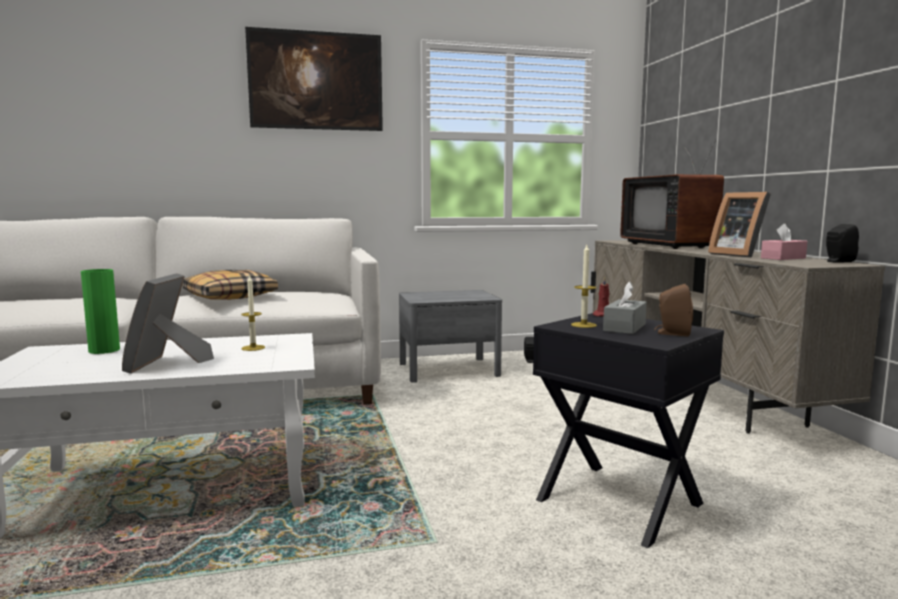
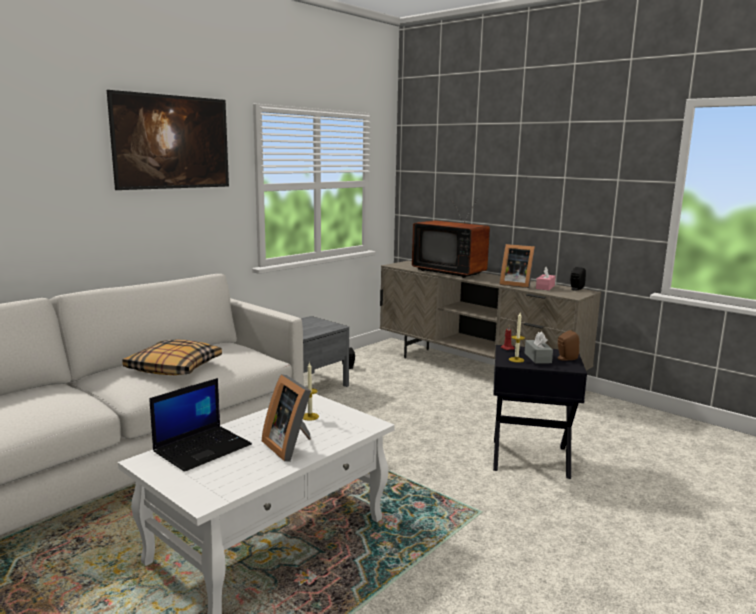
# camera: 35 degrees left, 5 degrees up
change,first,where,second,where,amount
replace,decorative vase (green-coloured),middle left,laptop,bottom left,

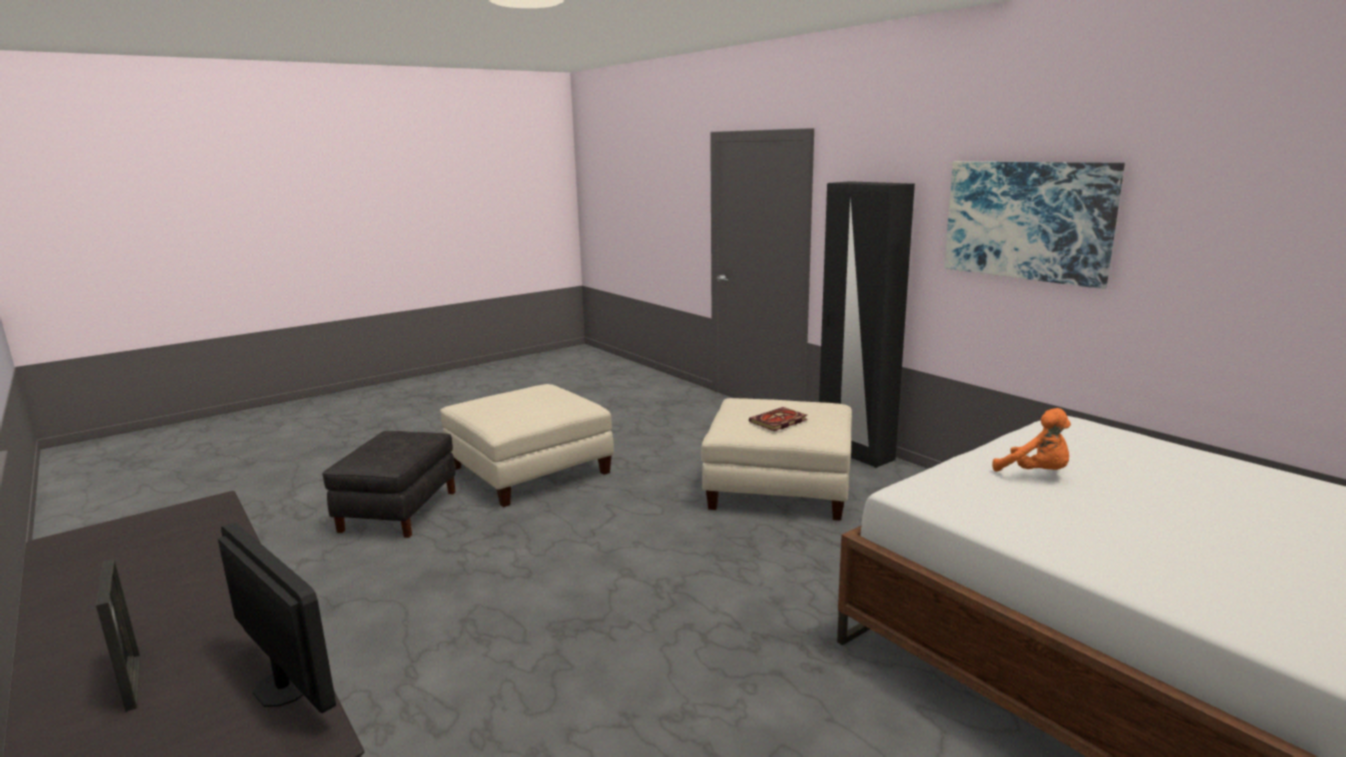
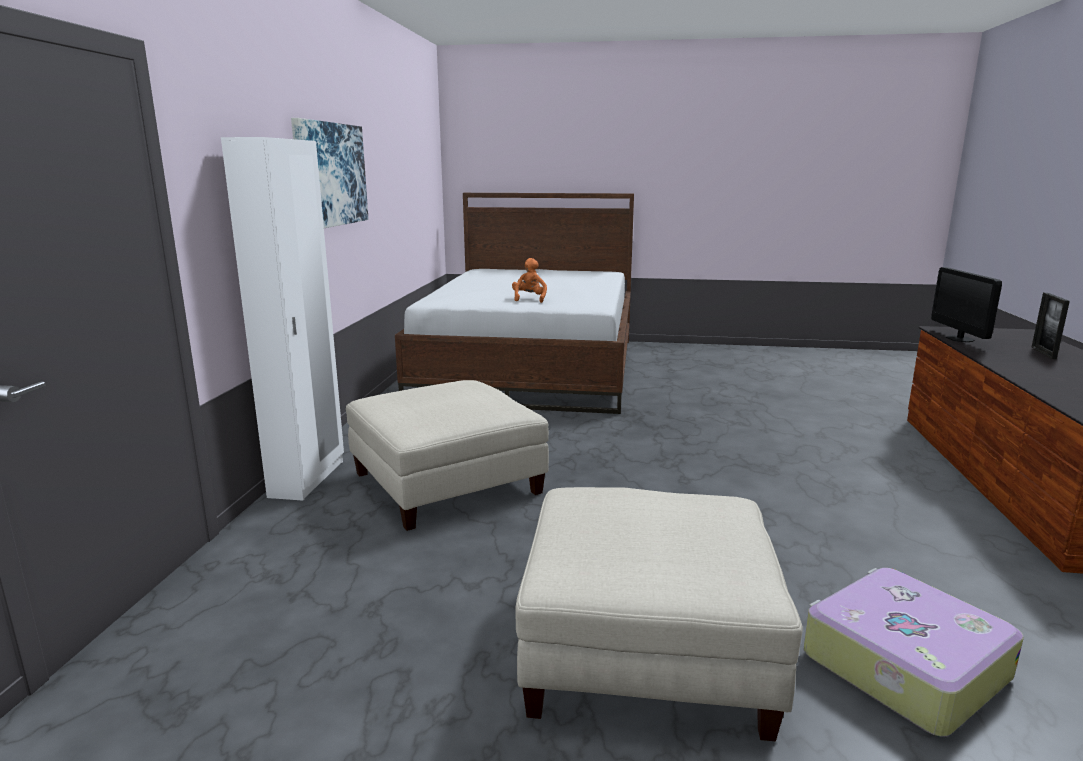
# camera: 135 degrees left, 0 degrees up
change,first,where,second,where,amount
recolor,wardrobe (black-coloured),centre,wardrobe (whitish),middle left,
replace,footrest (black-coloured),middle left,piece of luggage,bottom right,
delete,bound book,centre,,,

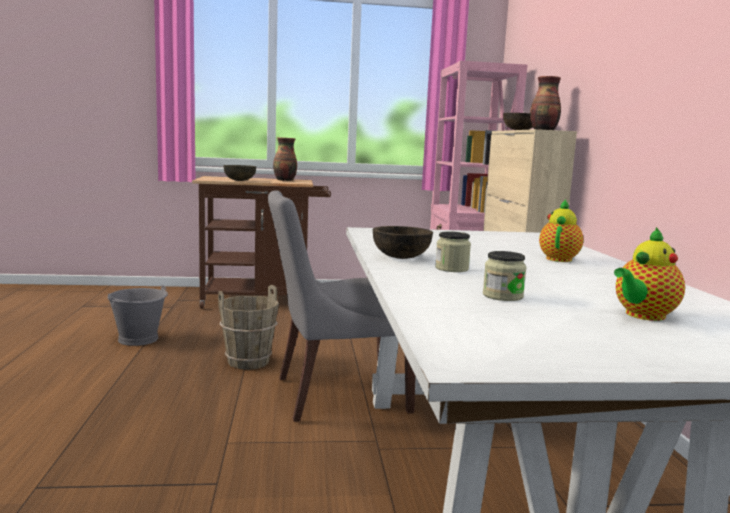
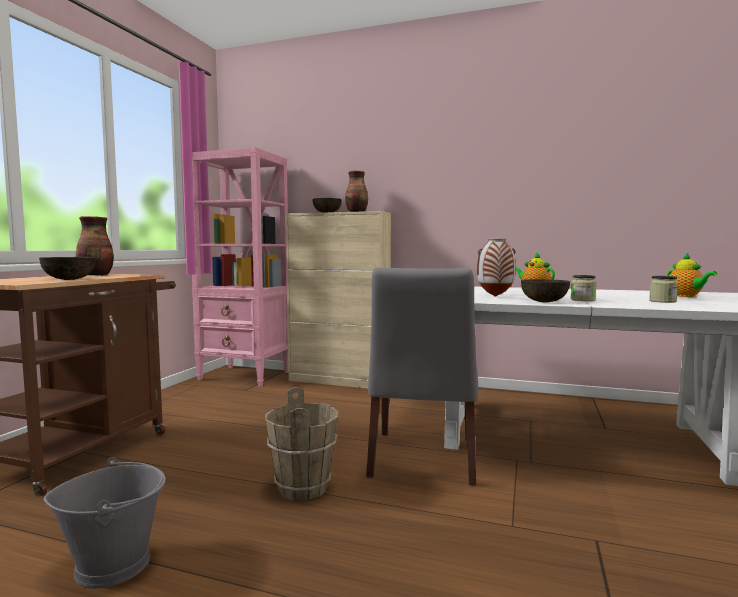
# camera: 65 degrees left, 5 degrees down
change,first,where,second,where,amount
insert,,,decorative vase (3rd from left),middle right,

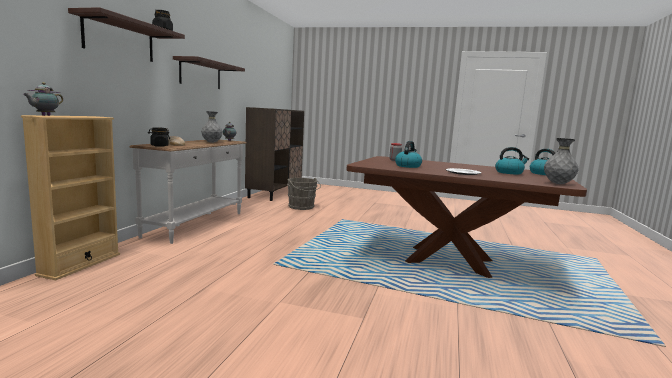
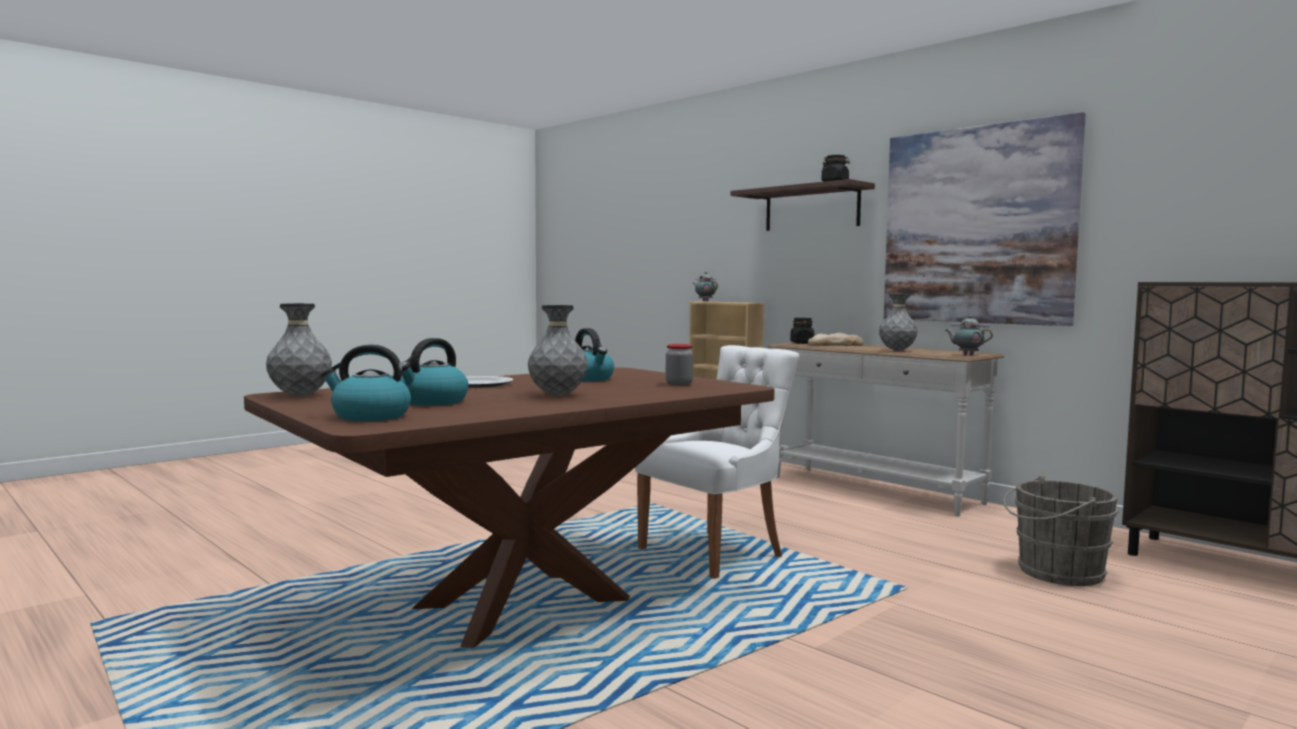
# camera: 120 degrees right, 5 degrees down
change,first,where,second,where,amount
insert,,,decorative vase (greyish) (2nd from left),centre,
insert,,,chair (whitish),centre,
replace,shelf (2nd from left),top left,wall picture,top right,

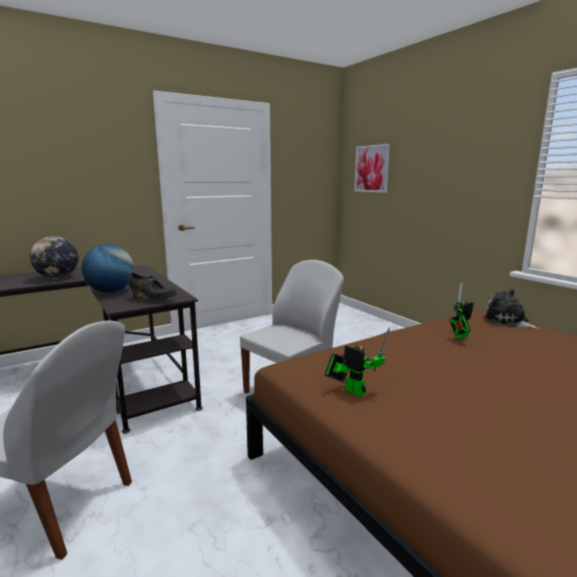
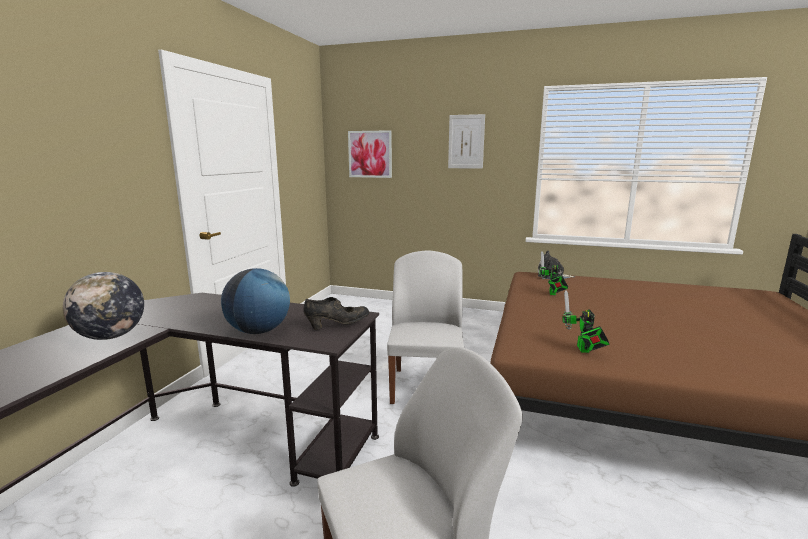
# camera: 40 degrees left, 0 degrees up
change,first,where,second,where,amount
insert,,,wall picture (2nd from left),top centre,
rotate,toy robot (1st from left in the first image),centre,toy robot (2nd from left),middle right,90 degrees counterclockwise

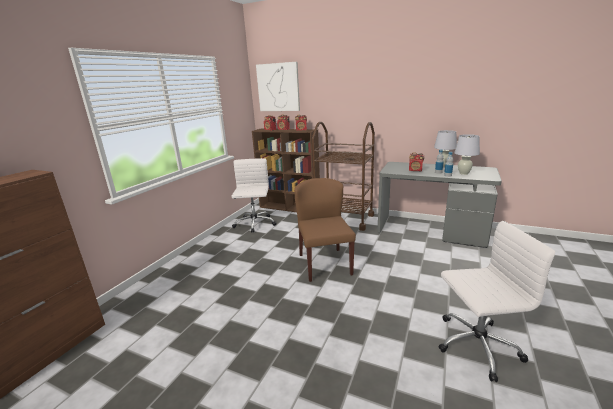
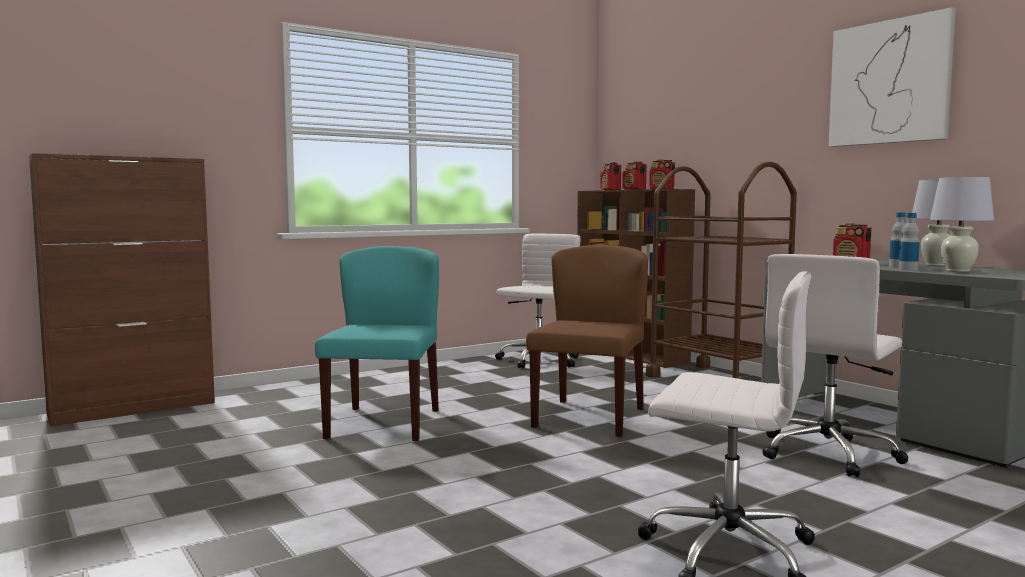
# camera: 30 degrees right, 15 degrees down
change,first,where,second,where,amount
insert,,,chair (turquoise),centre,
insert,,,desk chair (whitish) (3rd from left),middle right,
move,wall picture,top centre,,top right,

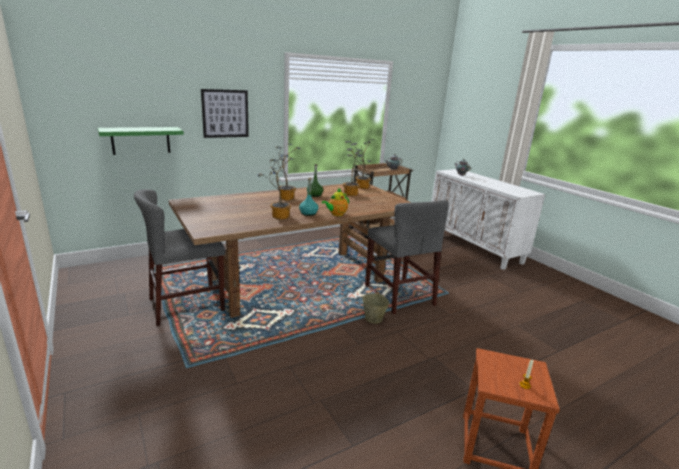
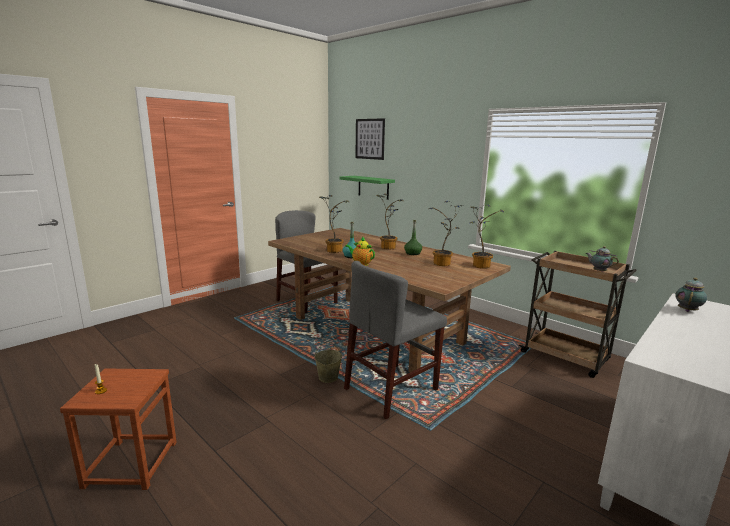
# camera: 75 degrees right, 5 degrees down
change,first,where,second,where,amount
move,wall picture,top left,,top centre,

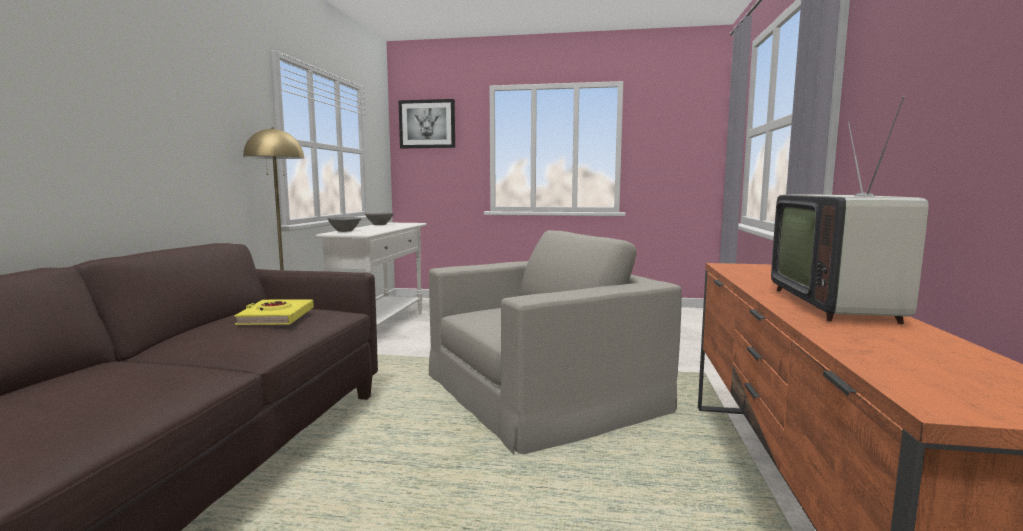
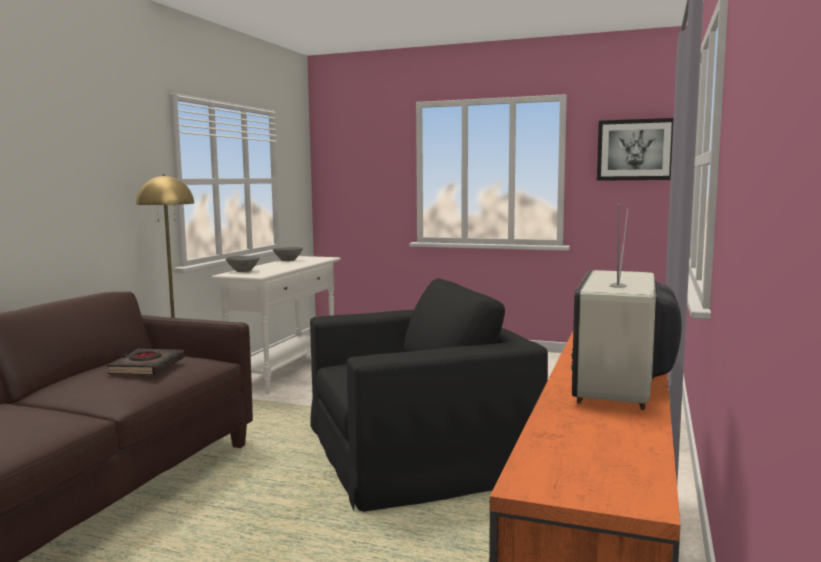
# camera: 10 degrees right, 0 degrees up
change,first,where,second,where,amount
recolor,bound book (yellow),middle left,bound book (black-coloured),middle left,
recolor,easy chair (sand-coloured),centre,easy chair (black-coloured),bottom centre,
move,wall picture,top centre,,top right,

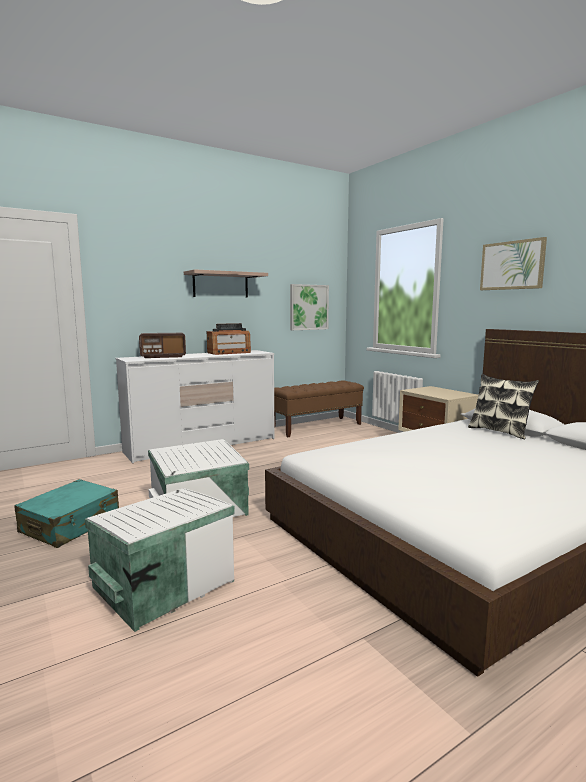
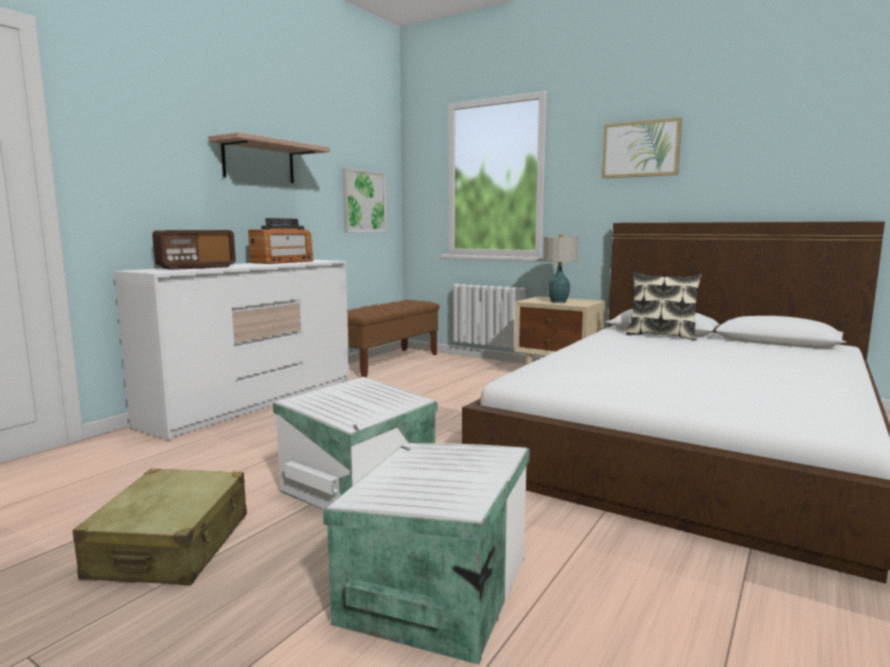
# camera: 25 degrees left, 0 degrees up
change,first,where,second,where,amount
recolor,piece of luggage (turquoise),middle left,piece of luggage (sand-coloured),bottom left,
insert,,,tabletop lamp,centre,

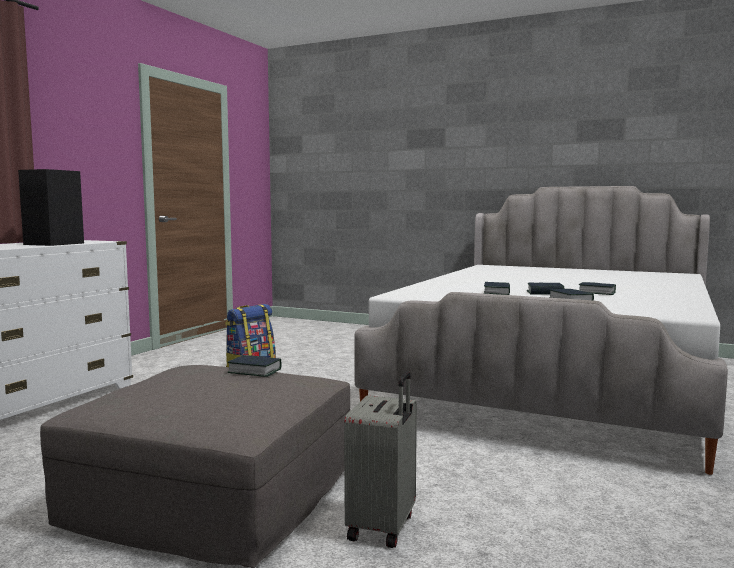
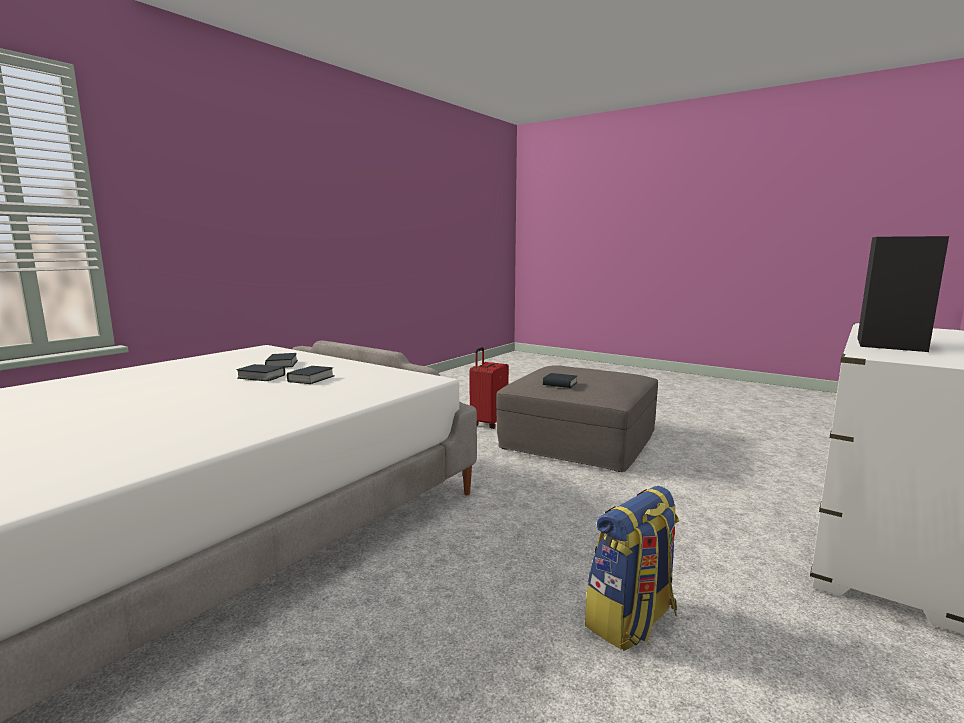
# camera: 170 degrees left, 5 degrees up
change,first,where,second,where,amount
recolor,piece of luggage (greyish),bottom centre,piece of luggage (reddish),centre,
delete,bound book (5th from left),middle right,,,

